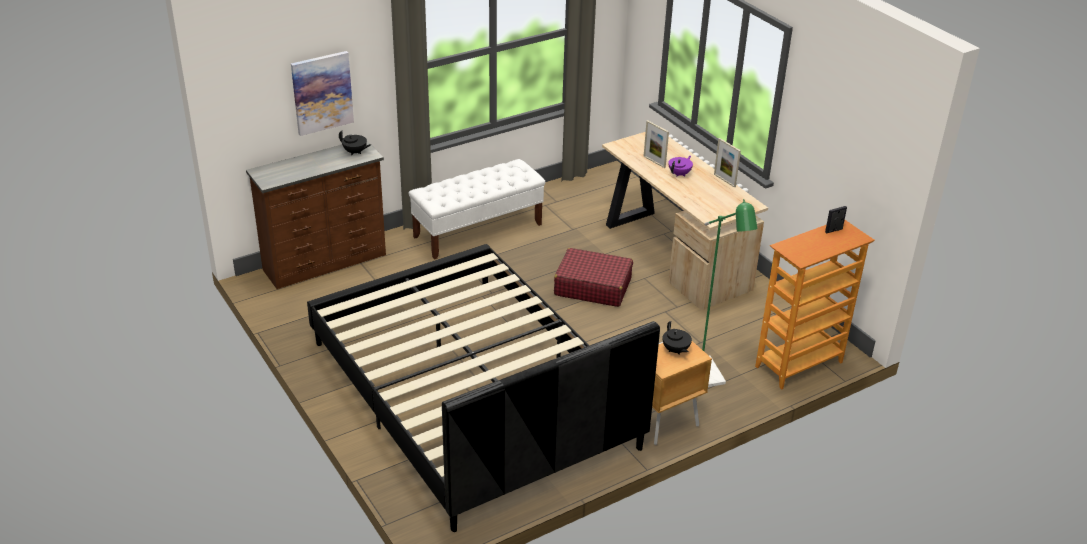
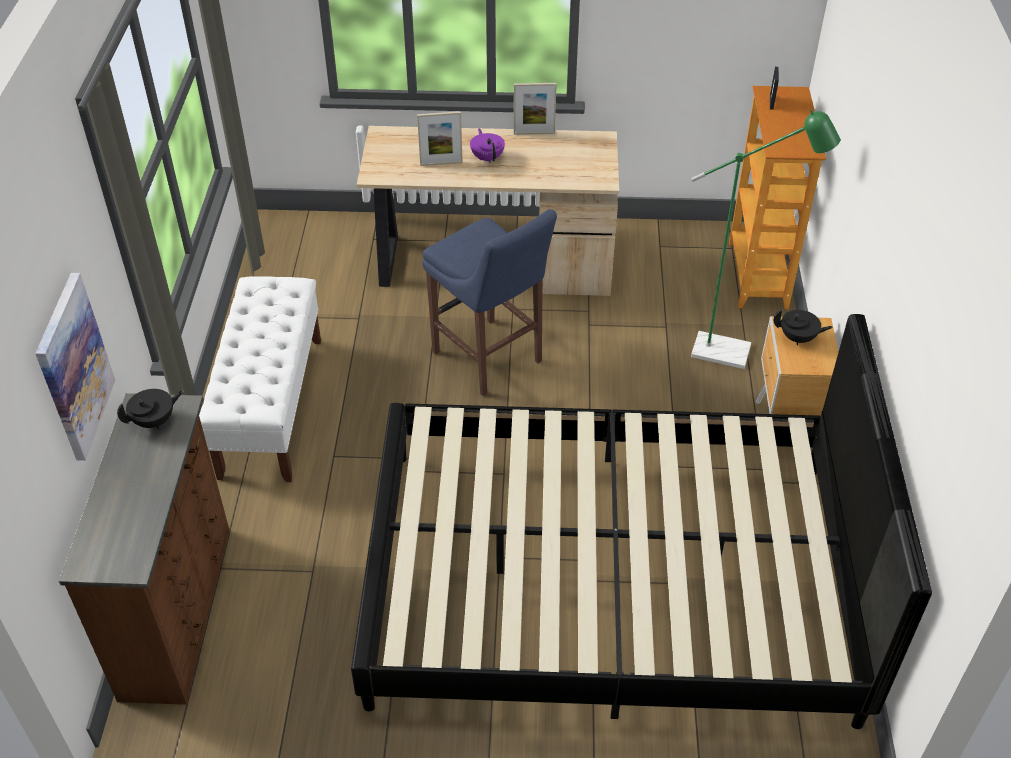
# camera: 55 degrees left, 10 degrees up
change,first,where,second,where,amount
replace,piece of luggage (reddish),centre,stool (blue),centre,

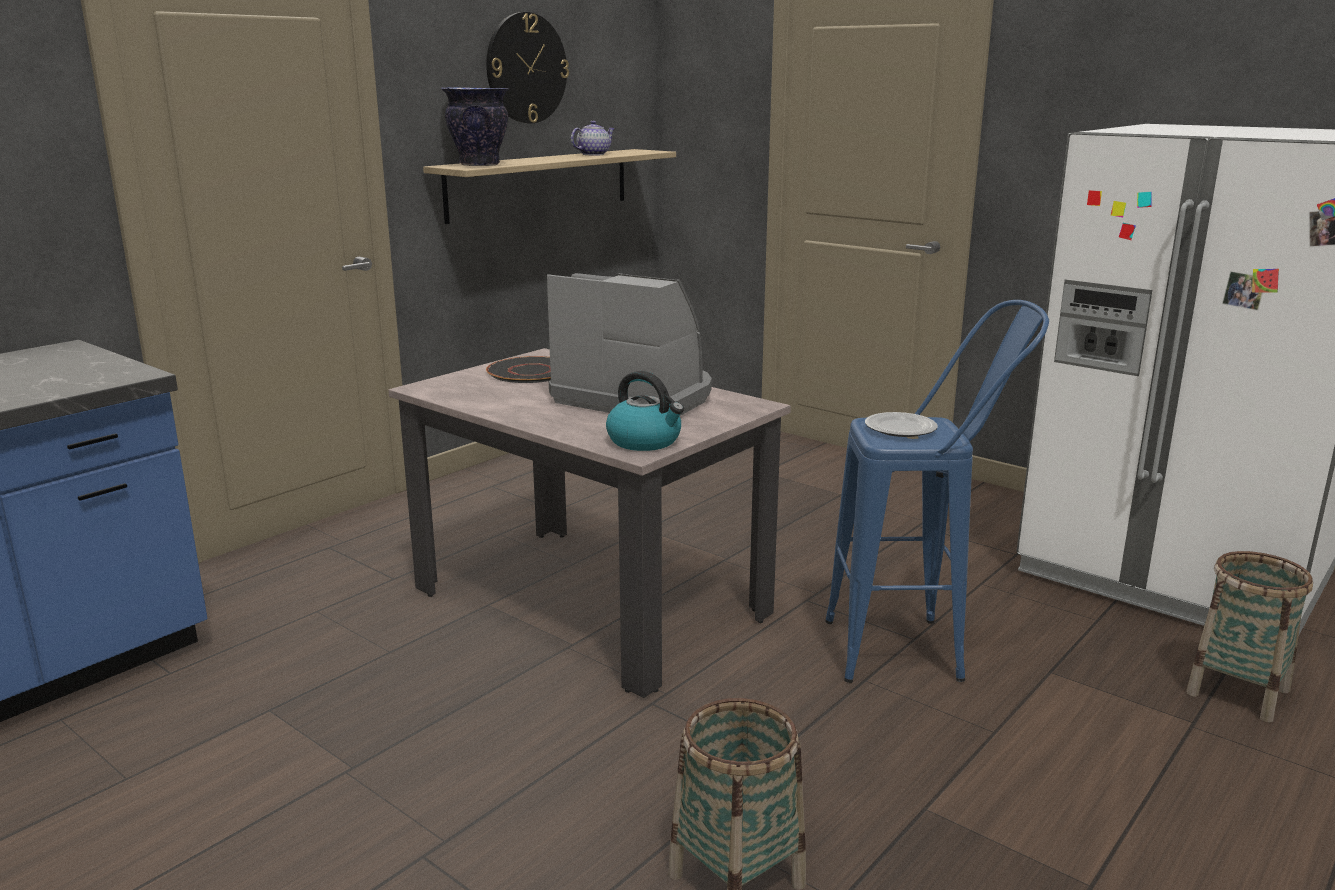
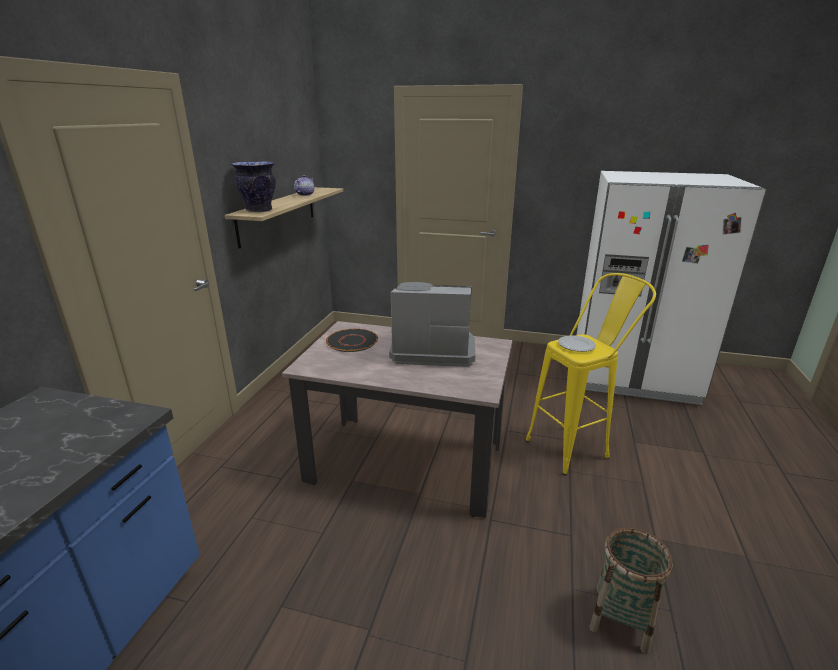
# camera: 25 degrees left, 5 degrees up
change,first,where,second,where,amount
recolor,stool (blue),middle right,stool (yellow),middle right,
delete,hanging clock,top centre,,,
delete,tea kettle,centre,,,
delete,basket (2nd from left),bottom right,,,

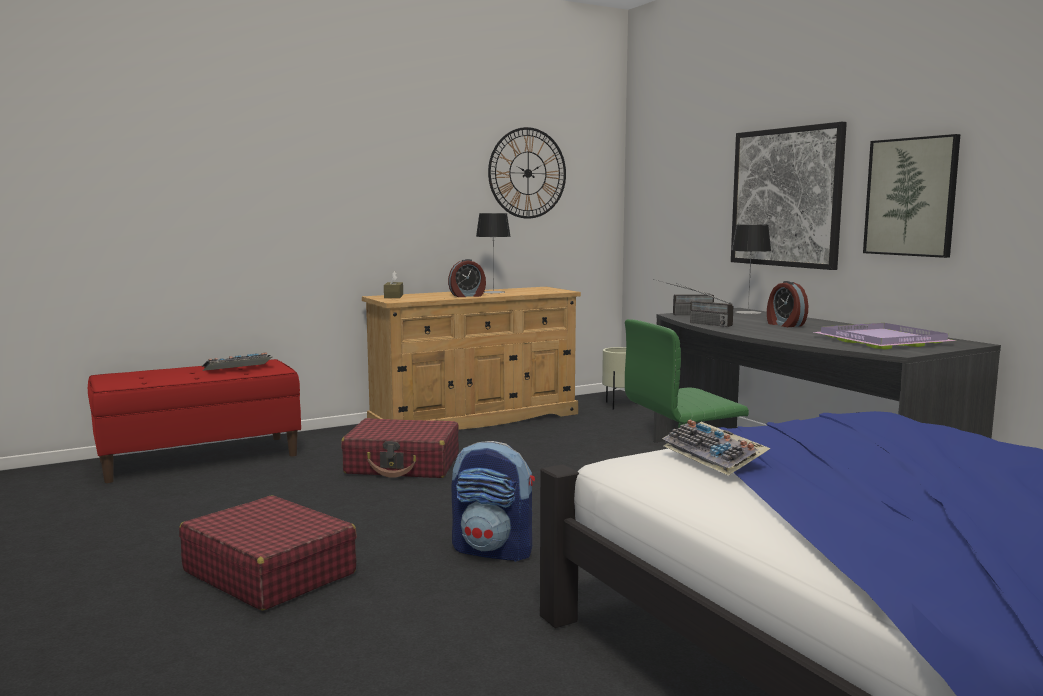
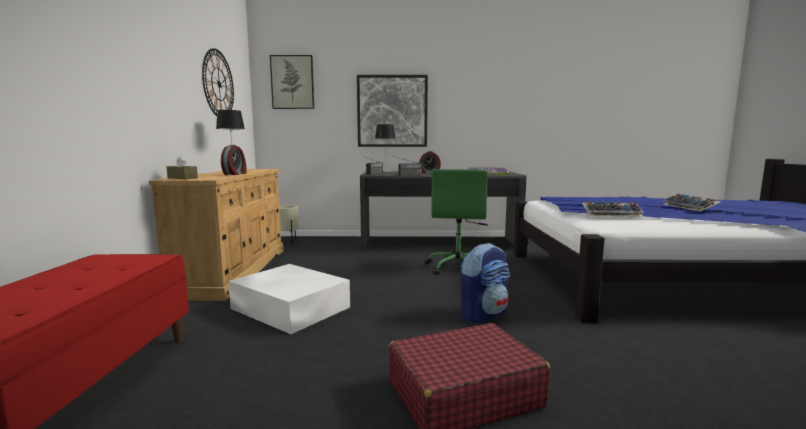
# camera: 60 degrees left, 0 degrees up
change,first,where,second,where,amount
replace,piece of luggage (reddish) (2nd from left),centre,storage box (whitish),bottom centre,
move,wall picture (2nd from left in the first image),top right,wall picture (1st from left),top centre,
move,computer keyboard (1st from left in the first image),middle left,computer keyboard (2nd from left),middle right,

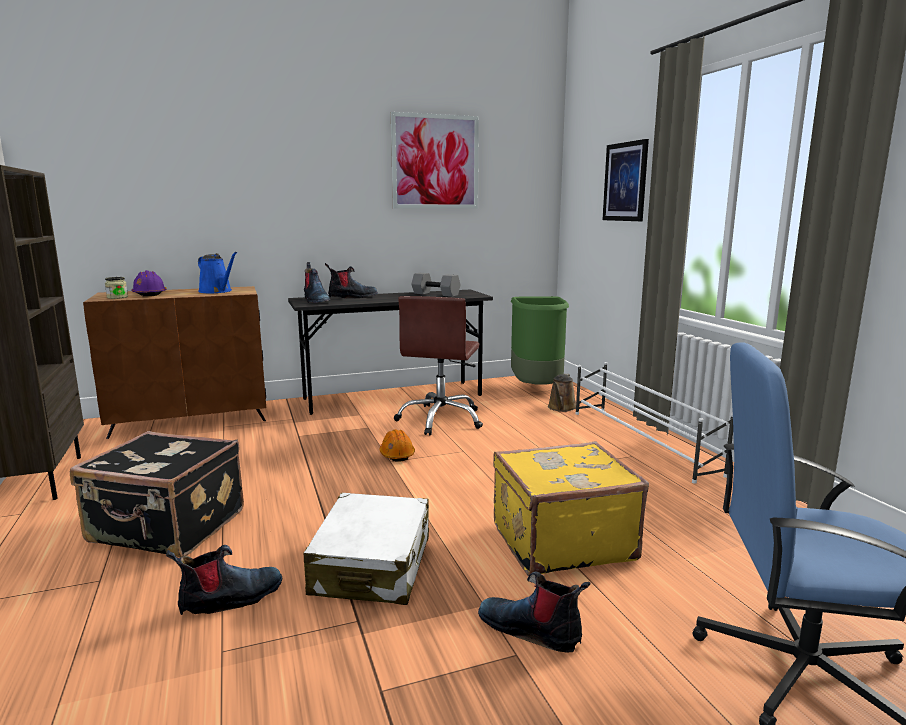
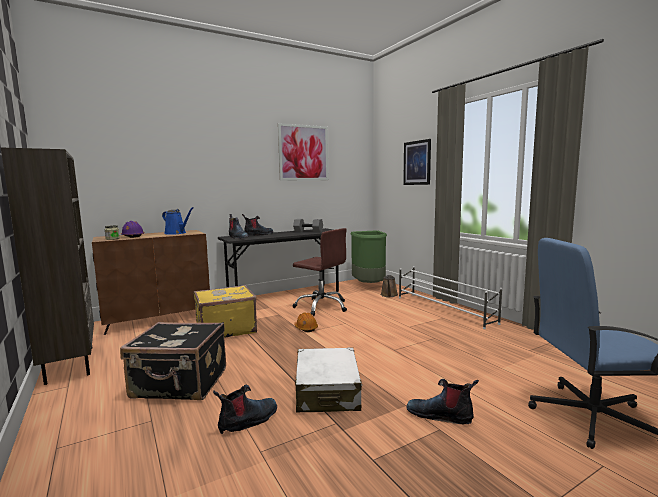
# camera: 10 degrees left, 5 degrees down
change,first,where,second,where,amount
move,piece of luggage (yellow),bottom centre,,centre,
rotate,desk chair (brown),centre,,centre,60 degrees counterclockwise

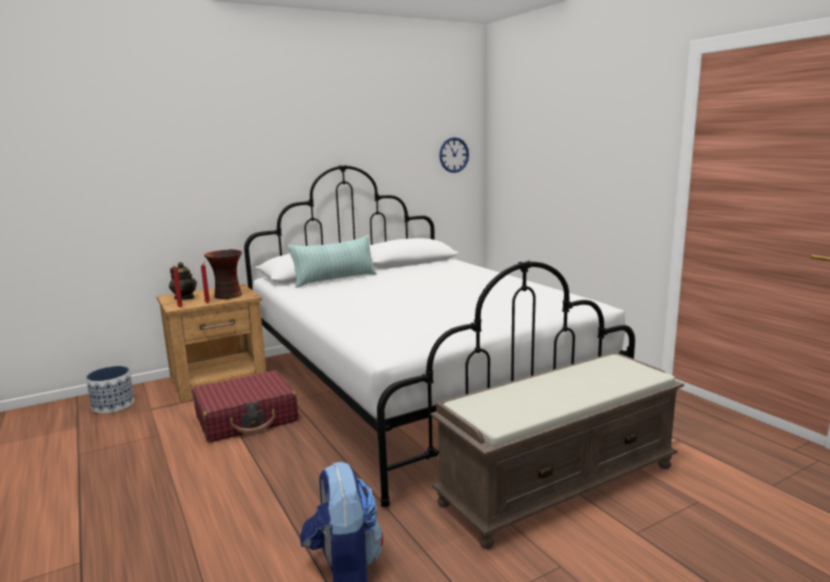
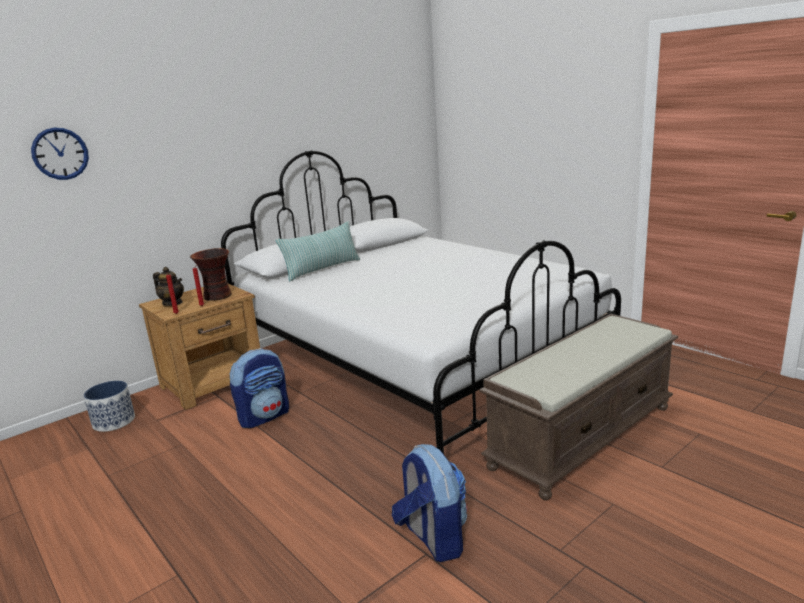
# camera: 10 degrees left, 5 degrees up
change,first,where,second,where,amount
move,hanging clock,top centre,,top left,
replace,piece of luggage (reddish),bottom left,knapsack (1st from left),middle left,

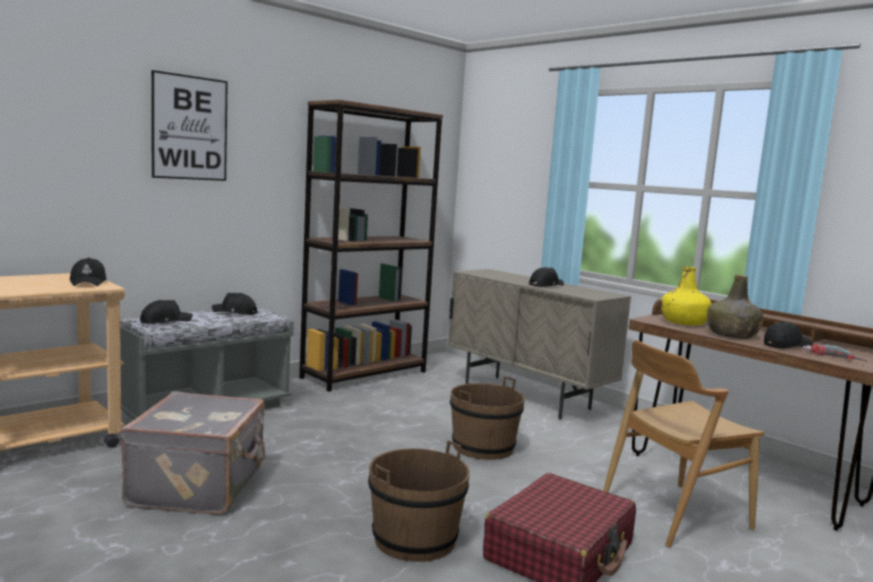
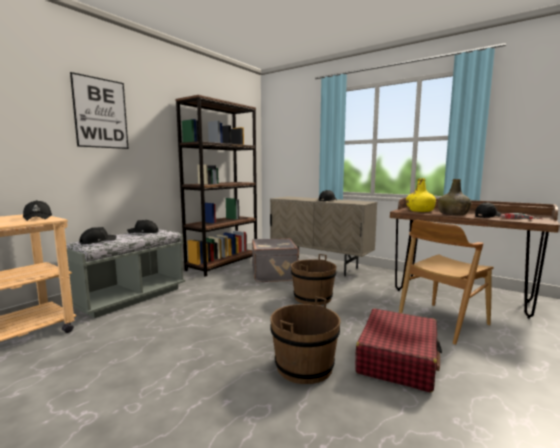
# camera: 10 degrees left, 0 degrees up
change,first,where,second,where,amount
move,piece of luggage (greyish),bottom left,,centre,

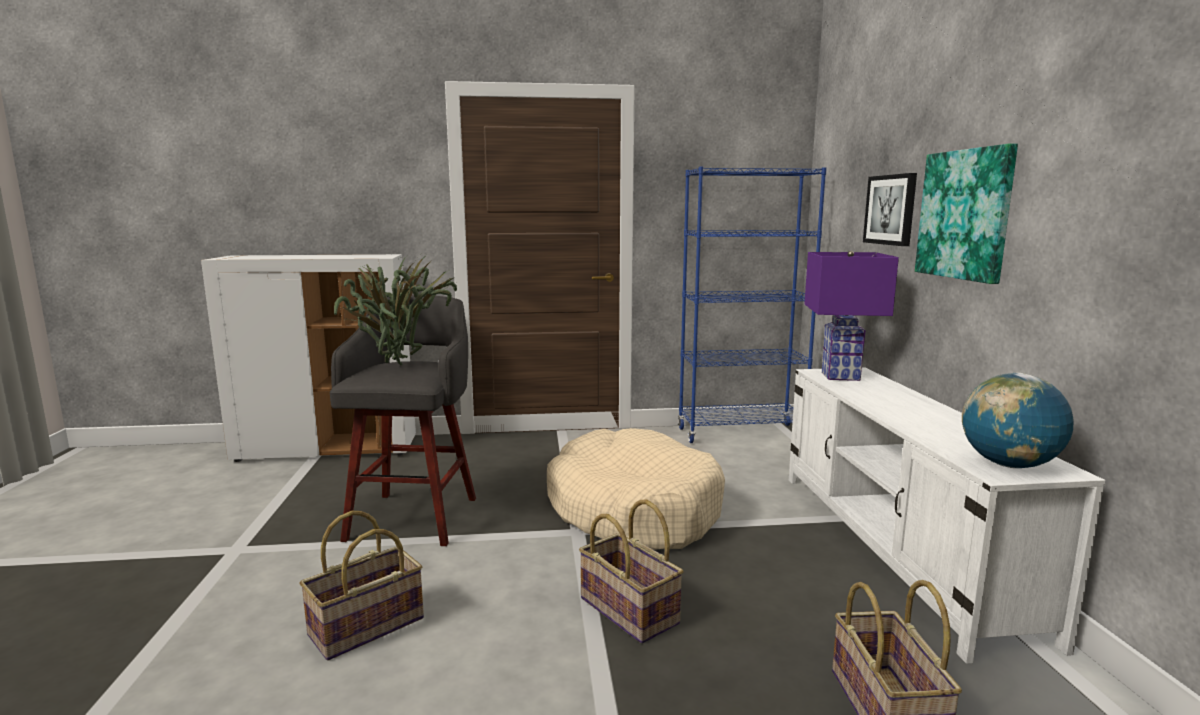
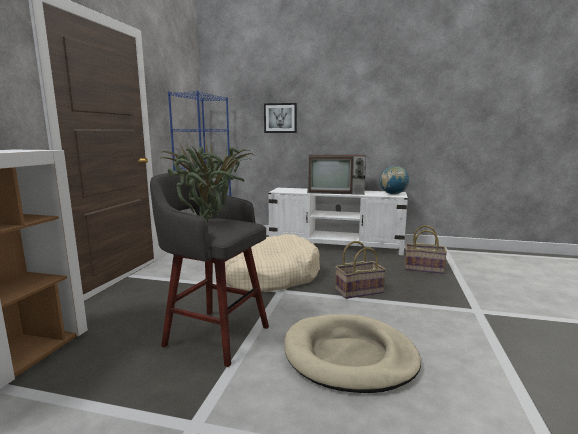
# camera: 70 degrees left, 0 degrees up
change,first,where,second,where,amount
replace,basket (1st from left),bottom left,dog bed (sand-coloured) (2nd from left),bottom centre,
insert,,,TV set,centre,
delete,tabletop lamp (purple),middle right,,,
delete,wall picture (2nd from left),top right,,,

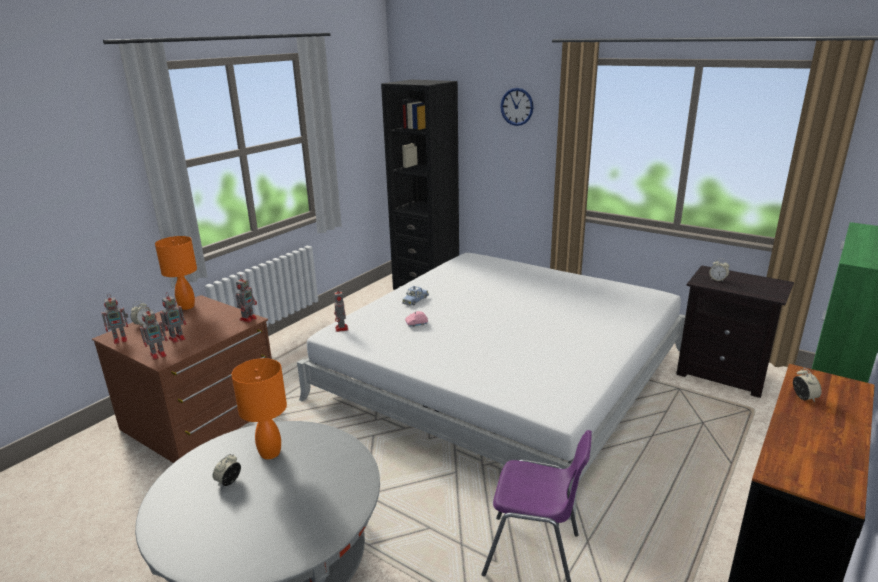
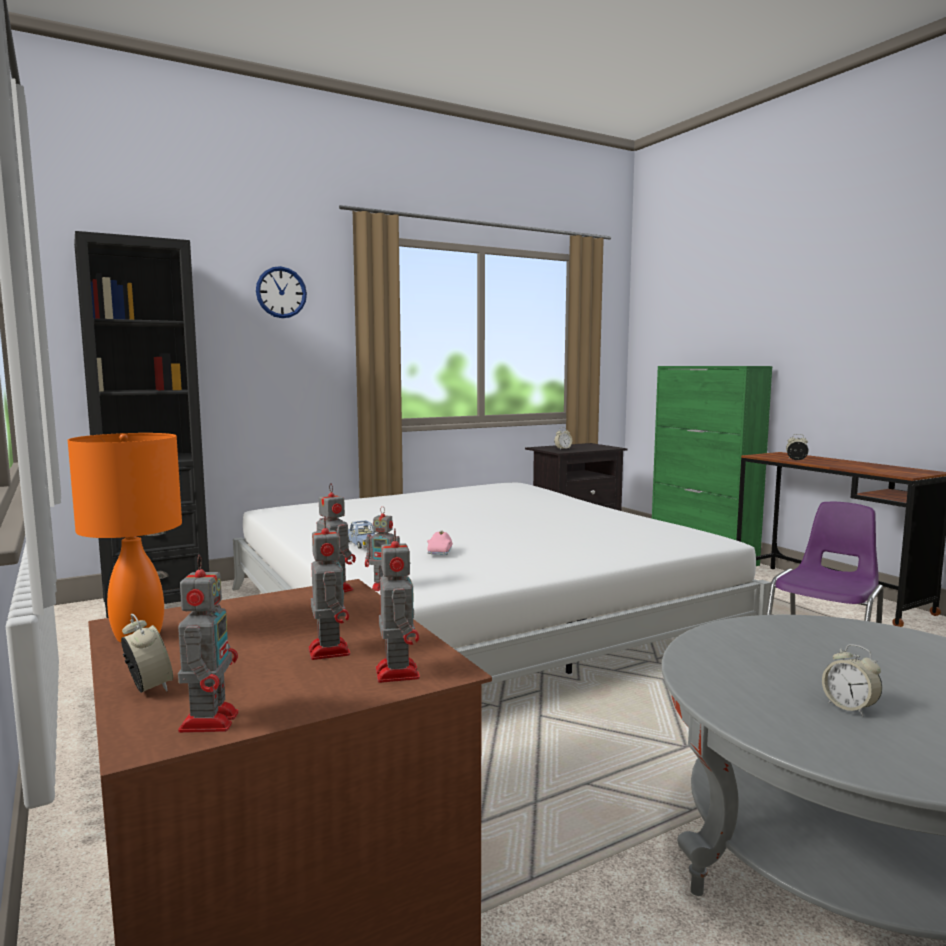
# camera: 65 degrees left, 15 degrees down
change,first,where,second,where,amount
delete,tabletop lamp (orangey) (2nd from left),bottom left,,,

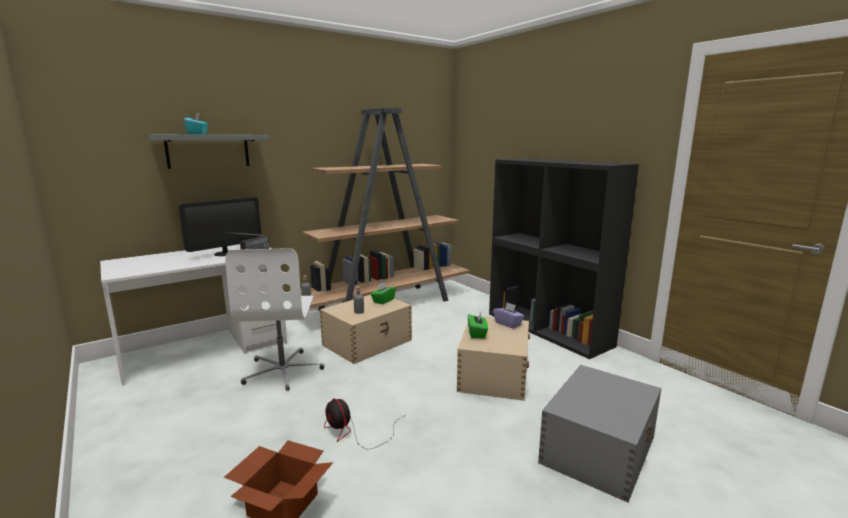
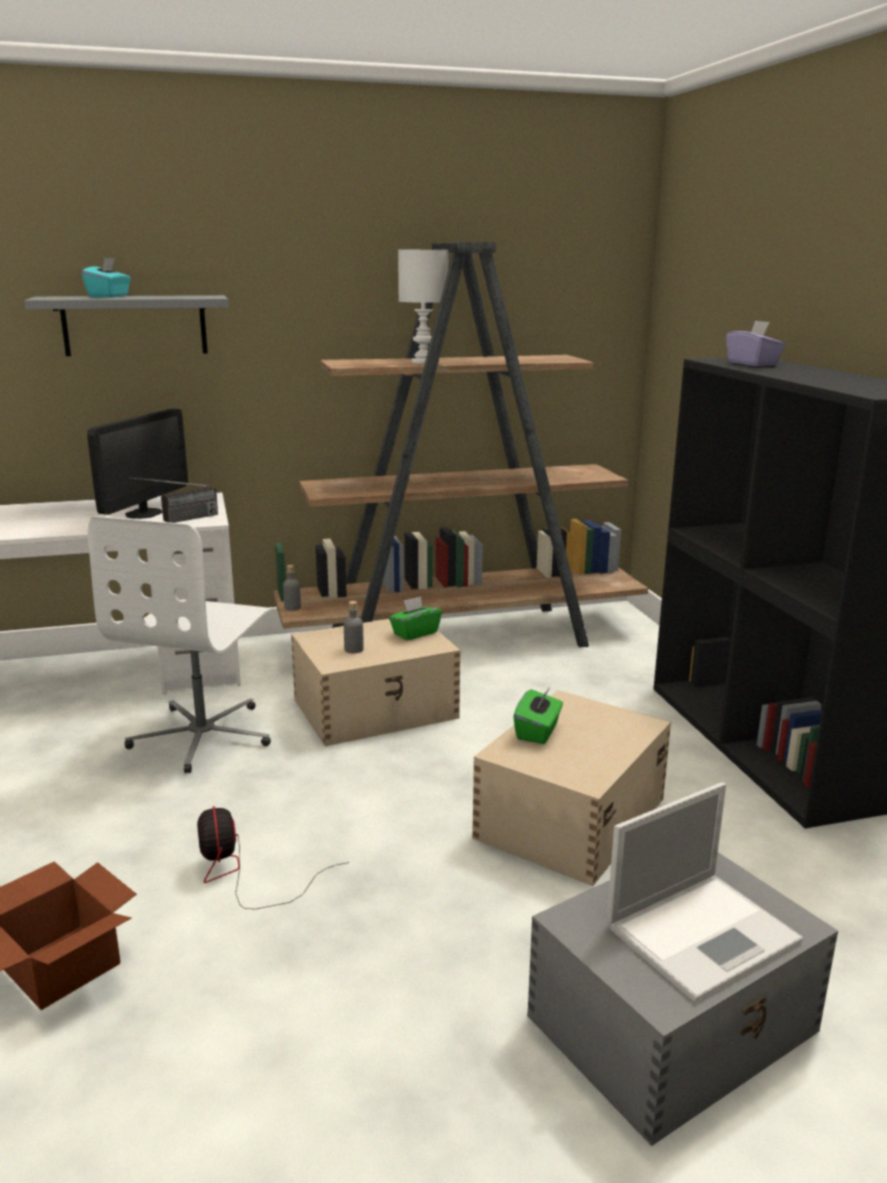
# camera: 20 degrees right, 5 degrees up
change,first,where,second,where,amount
rotate,computer screen,middle left,,middle left,45 degrees counterclockwise
insert,,,tabletop lamp (whitish),top centre,
insert,,,laptop,bottom right,
move,tissue box (purple),centre,,top right,

